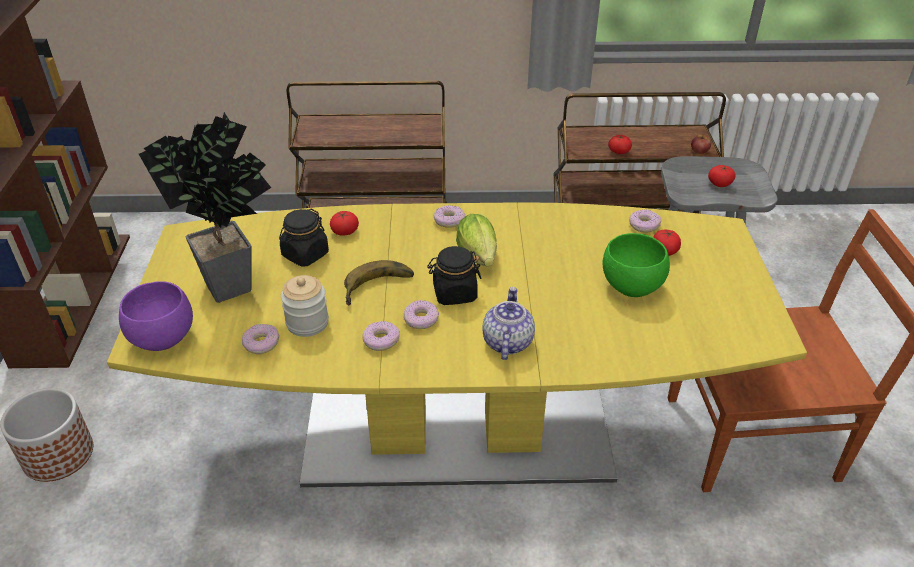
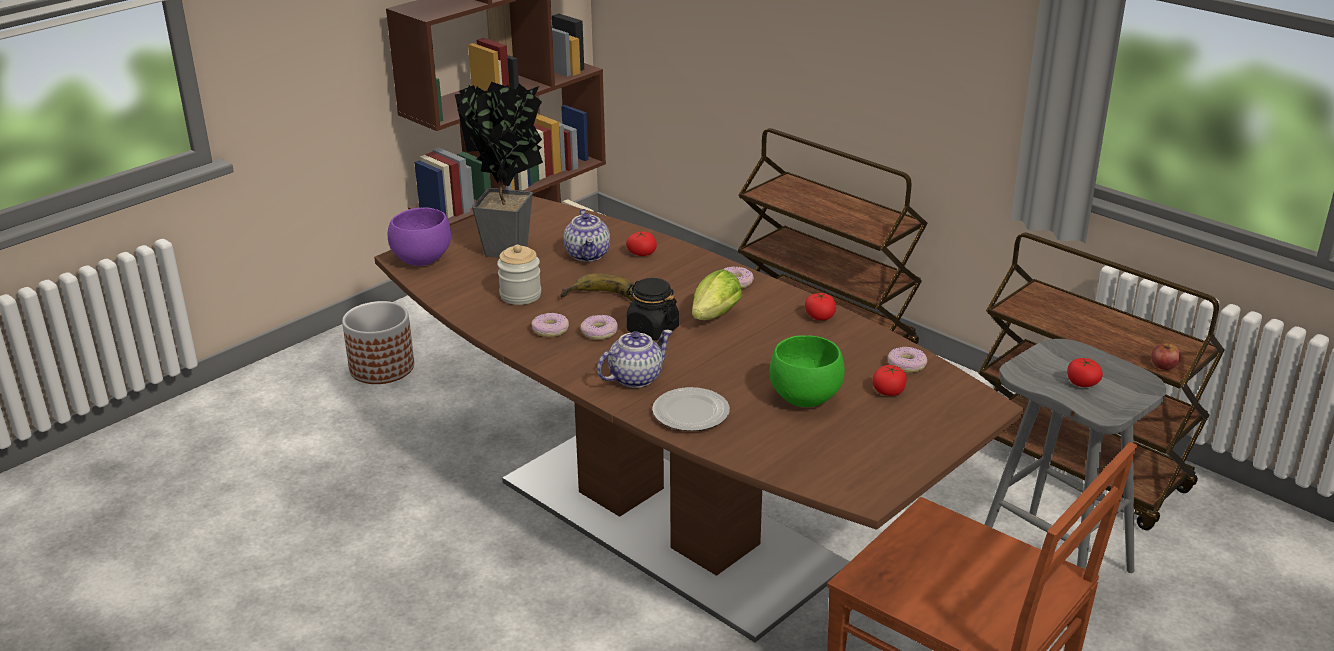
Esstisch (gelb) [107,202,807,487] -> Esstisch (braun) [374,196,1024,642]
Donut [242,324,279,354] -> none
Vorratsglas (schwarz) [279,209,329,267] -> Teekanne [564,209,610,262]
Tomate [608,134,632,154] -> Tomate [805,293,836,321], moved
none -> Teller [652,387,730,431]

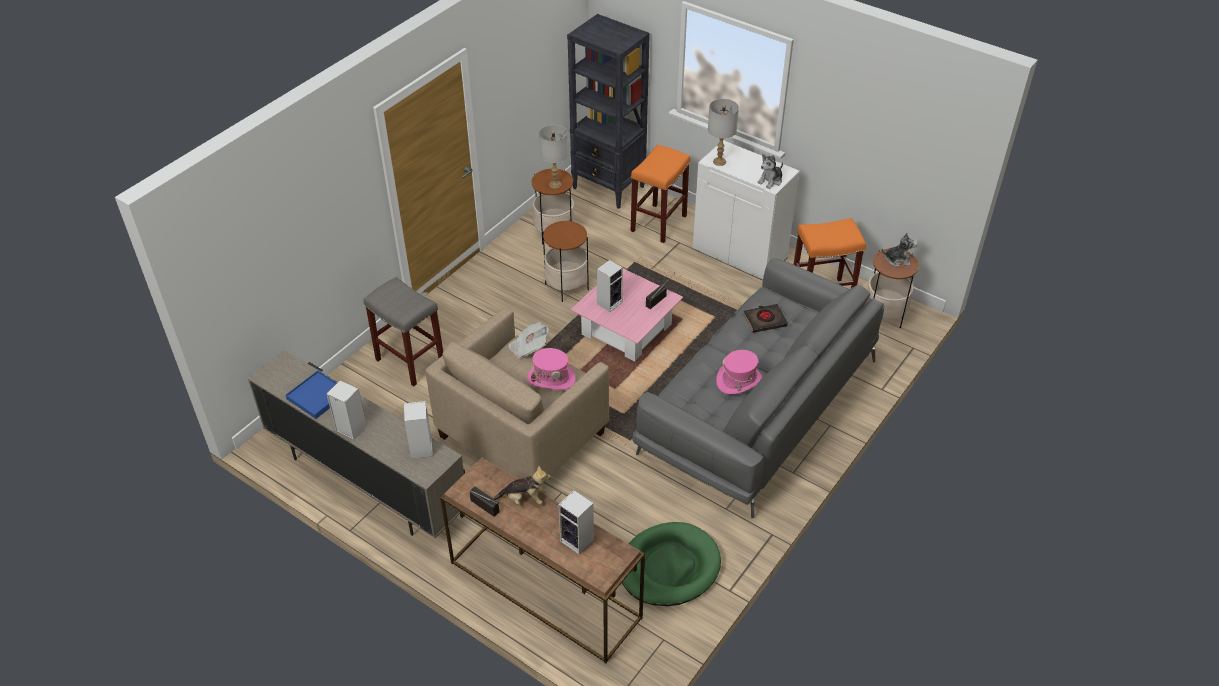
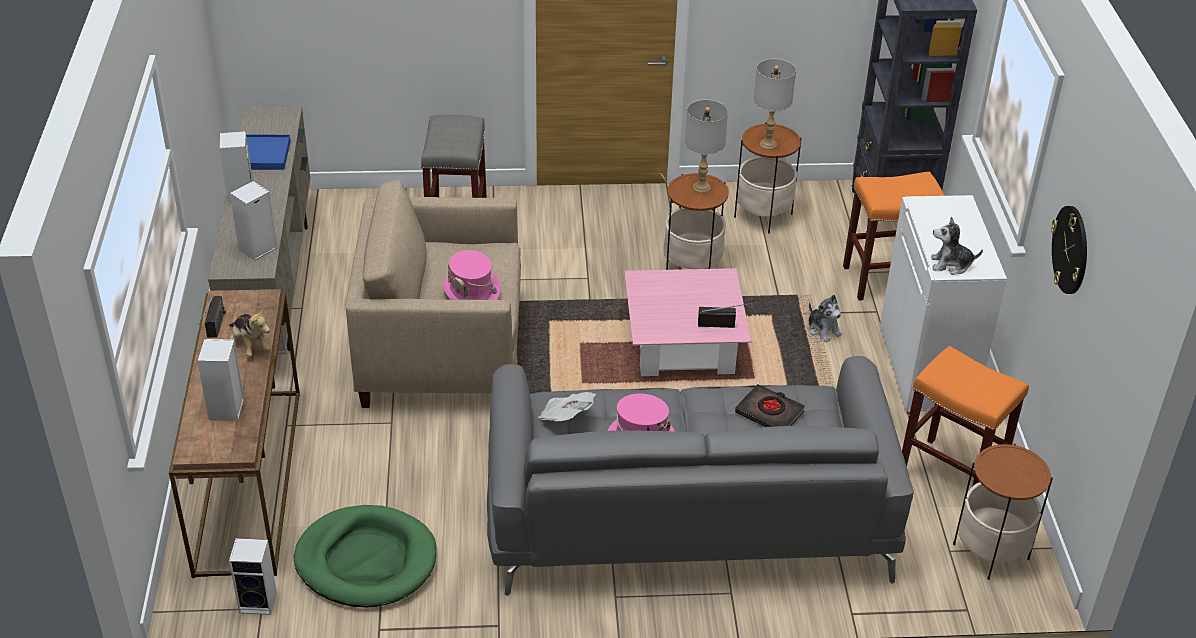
Zeitung [508,322,549,359] -> Zeitung [538,392,596,421], moved
Lautsprecher [597,260,623,312] -> Lautsprecher [229,538,277,615], moved
Tischlampe (grau) [708,99,739,166] -> Tischlampe (grau) [685,99,728,193], moved
Plüschtier [881,233,918,267] -> Plüschtier [808,295,842,342], moved
none -> Wanduhr [1051,206,1087,294]

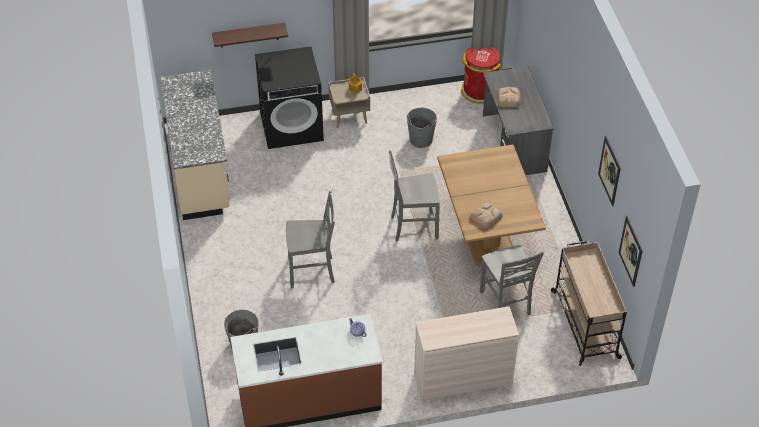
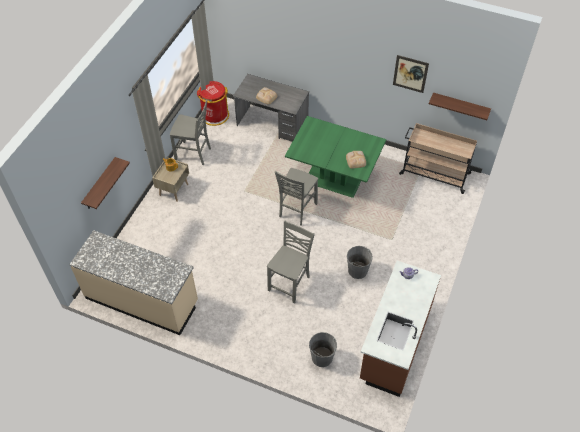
Waschmaschine (schwarz) [255,46,324,149] -> none
Eimer (grau) [407,108,437,148] -> Eimer (grau) [347,246,373,279], moved
Kommode (beige) [414,306,519,402] -> none
Esstisch (braun) [437,145,546,266] -> Esstisch (grün) [285,116,386,198]
Stuhl (grau) [480,245,544,315] -> Stuhl (grau) [170,100,211,165], moved
Bild [619,216,643,287] -> Wandregal [429,93,491,120]

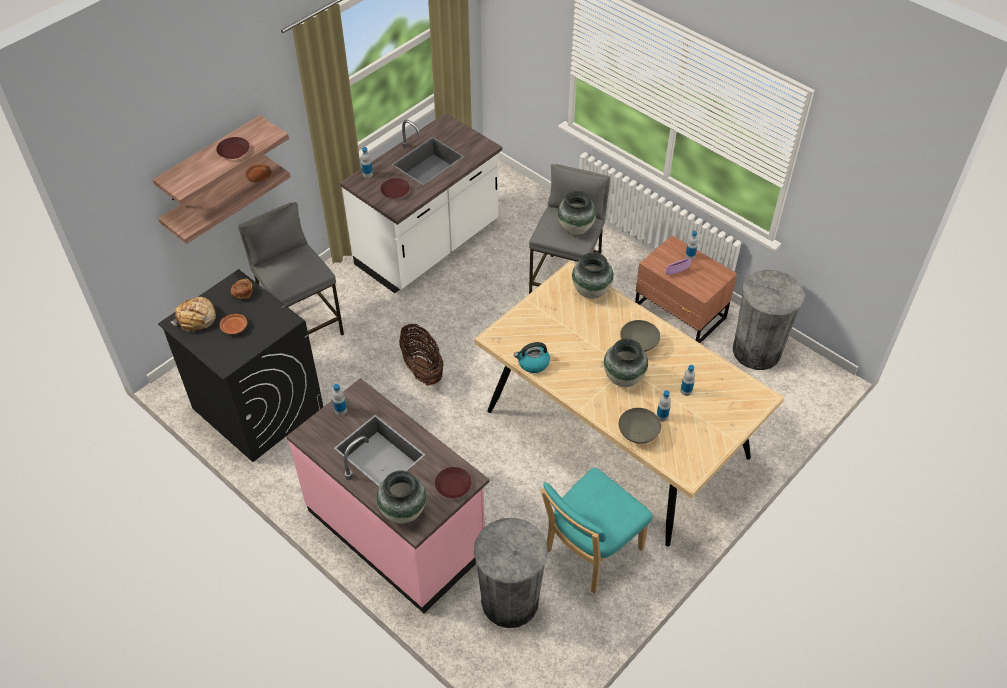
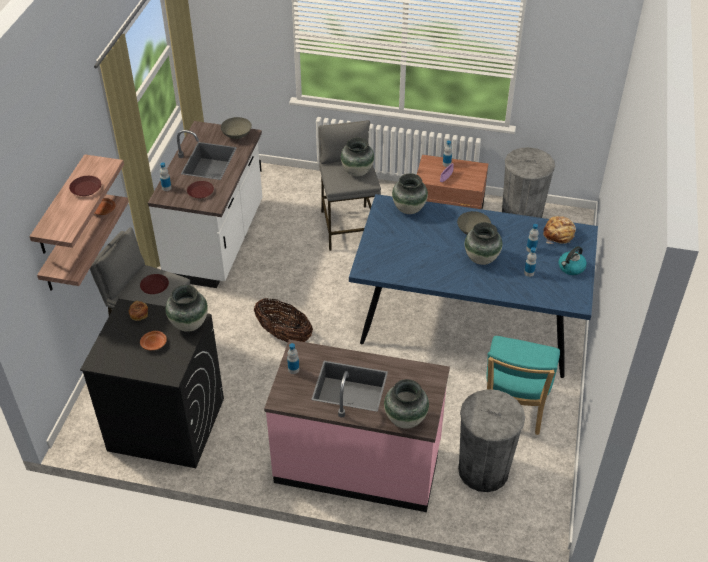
Brot [171,297,216,333] -> Brot [543,216,576,244], moved
Teller (braun) [435,467,471,498] -> Teller (braun) [140,274,169,294], moved
Esstisch (beige) [474,261,784,547] -> Esstisch (blau) [349,194,598,378]
Wasserkessel [514,342,550,373] -> Wasserkessel [559,246,587,275], moved
Schüssel (grau) [618,408,661,444] -> Schüssel (grau) [221,117,252,139], moved
none -> Vase [166,285,208,332]

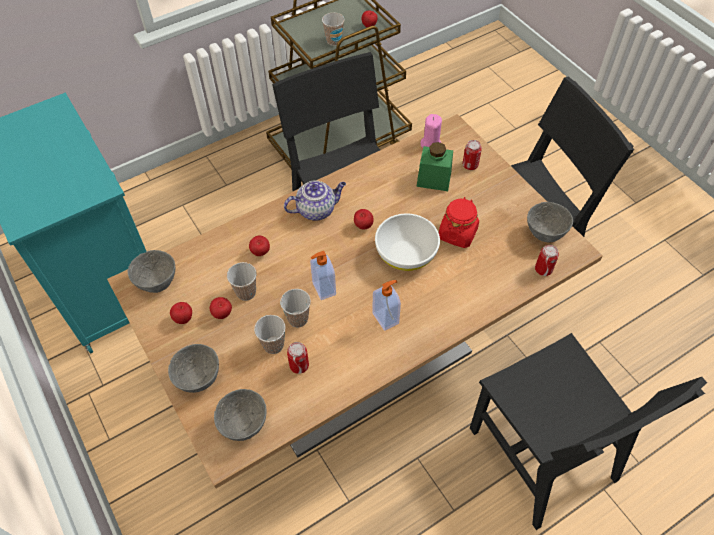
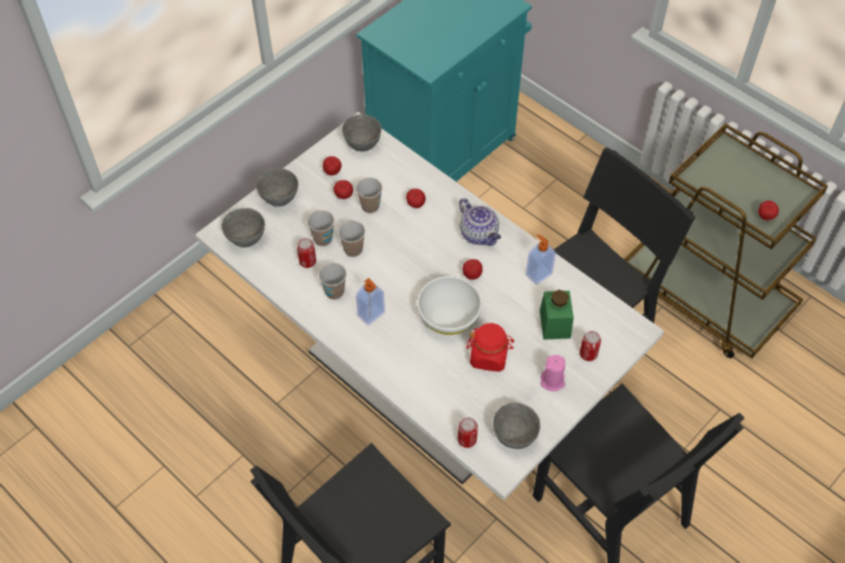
Esstisch (braun) [107,114,603,489] -> Esstisch (weiß) [195,112,664,500]
Seifenspender [310,251,336,300] -> Seifenspender [526,235,556,285], moved
Tasse [322,12,345,46] -> Tasse [319,263,347,300], moved
Kerze (rosa) [420,114,442,148] -> Kerze (rosa) [541,355,565,391], moved

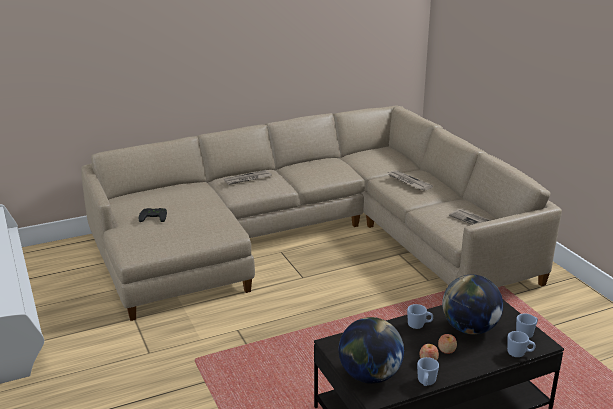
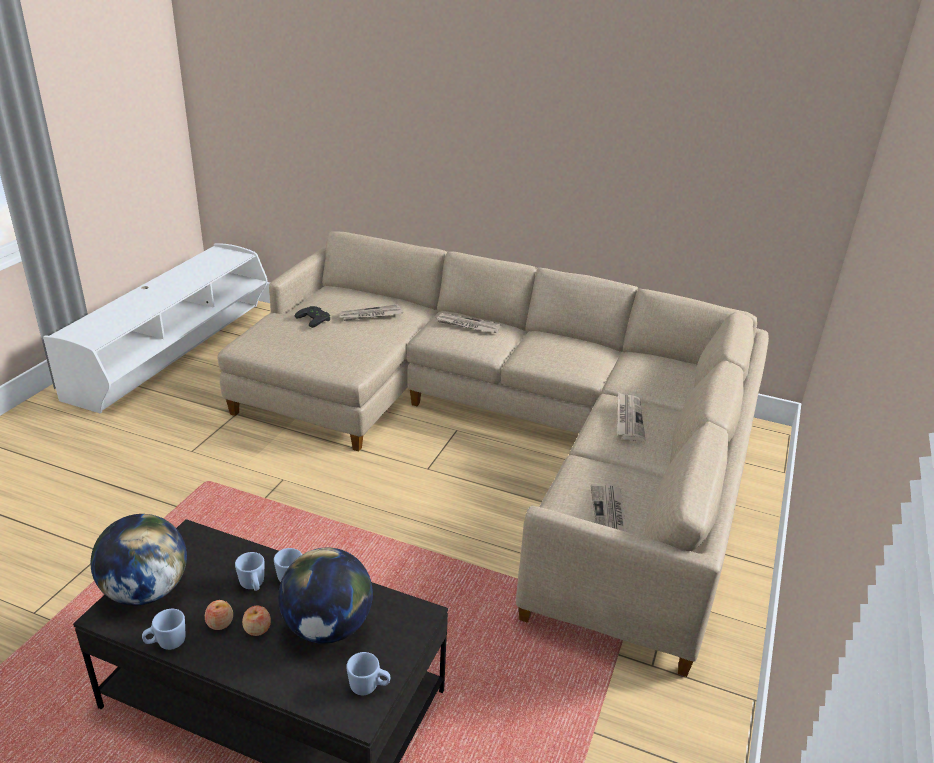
Henkelbecher (blau) [507,331,535,357] -> Henkelbecher (blau) [235,552,265,591], moved
none -> Zeitung [340,304,403,321]

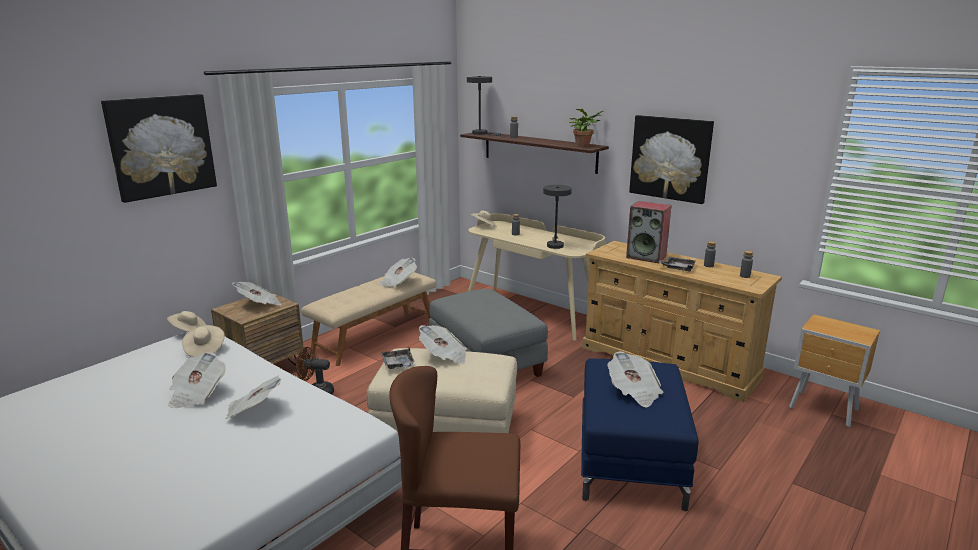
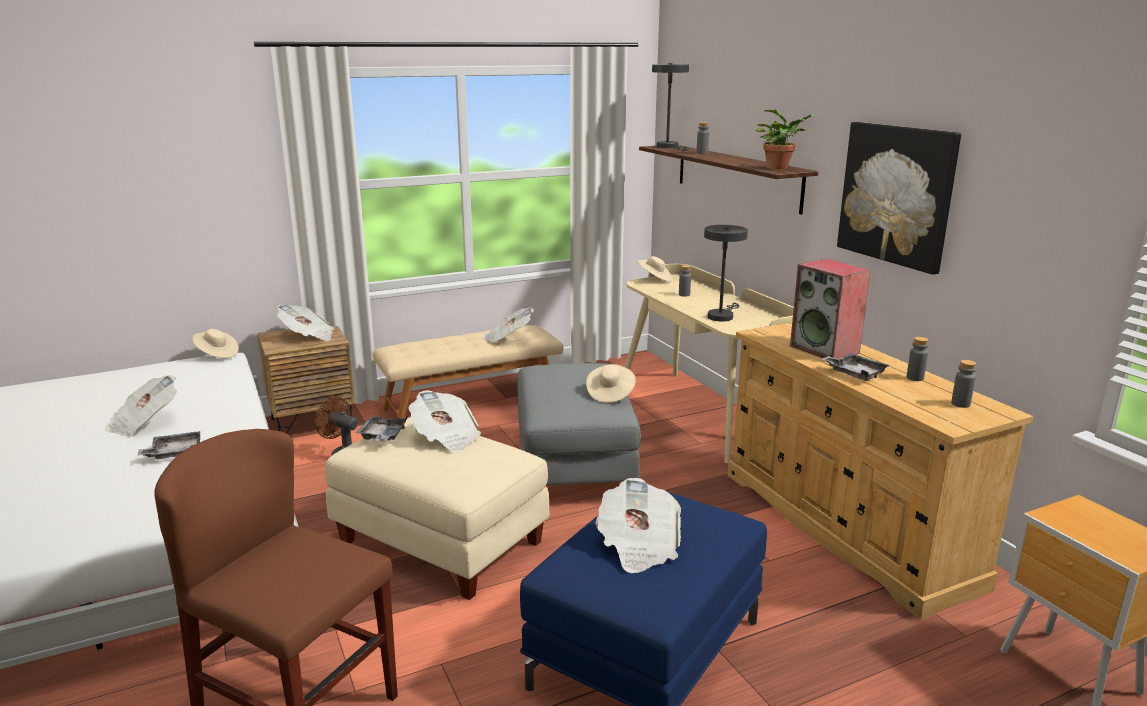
Bild [101,94,217,203] -> none
Hut (beige) [182,325,225,357] -> Hut (beige) [586,364,636,403], moved
Zeitung [226,375,281,419] -> Tablett (grau) [137,431,200,459]

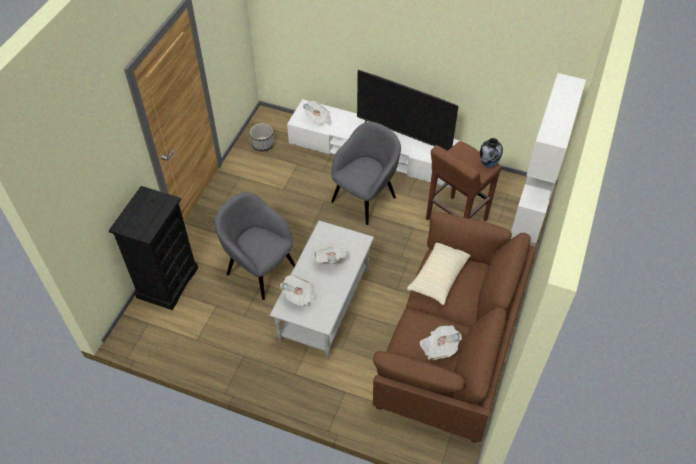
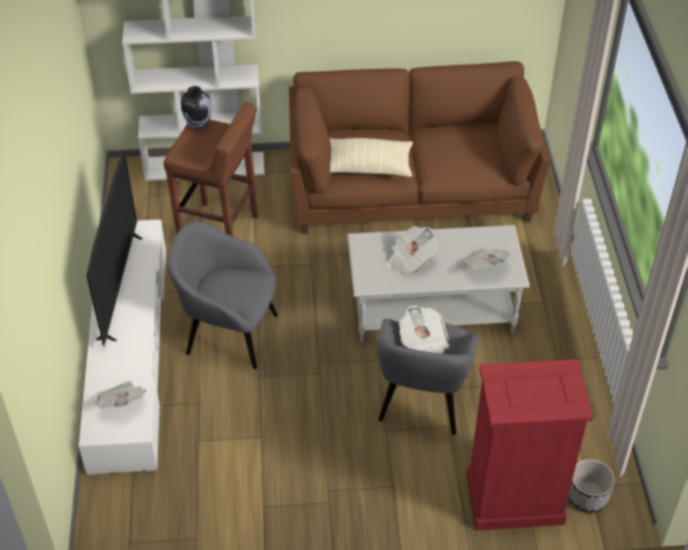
Kommode (schwarz) [109,186,198,310] -> Kommode (rot) [466,359,593,531]
Pflanzkübel [250,123,274,152] -> Pflanzkübel [568,459,615,513], moved
Zeitung [420,325,462,360] -> Zeitung [399,305,450,354], moved

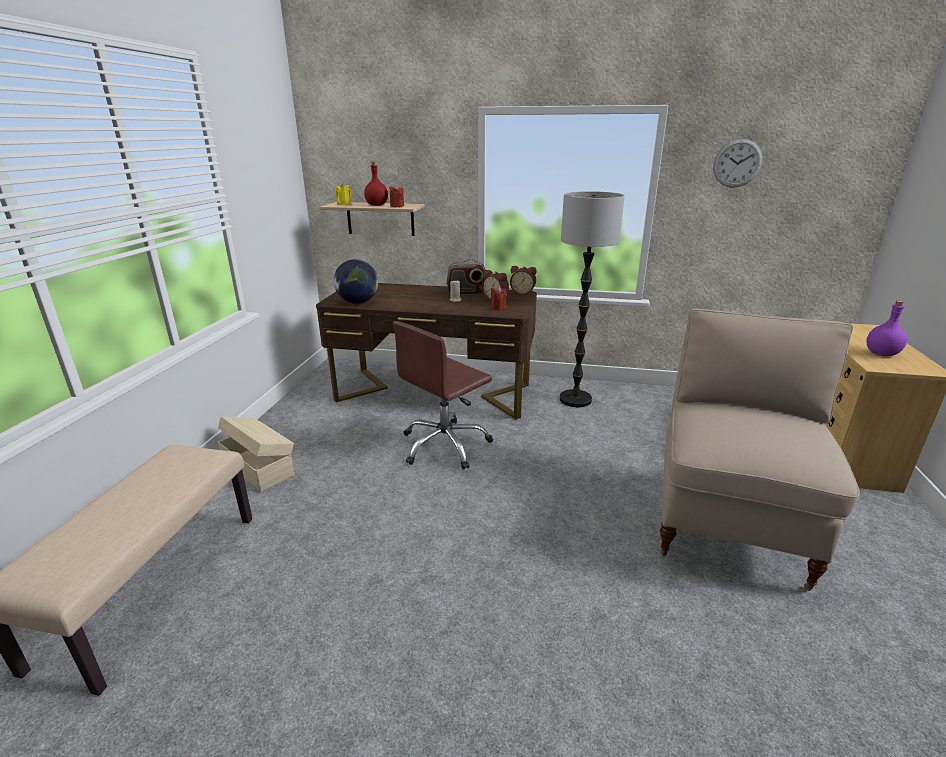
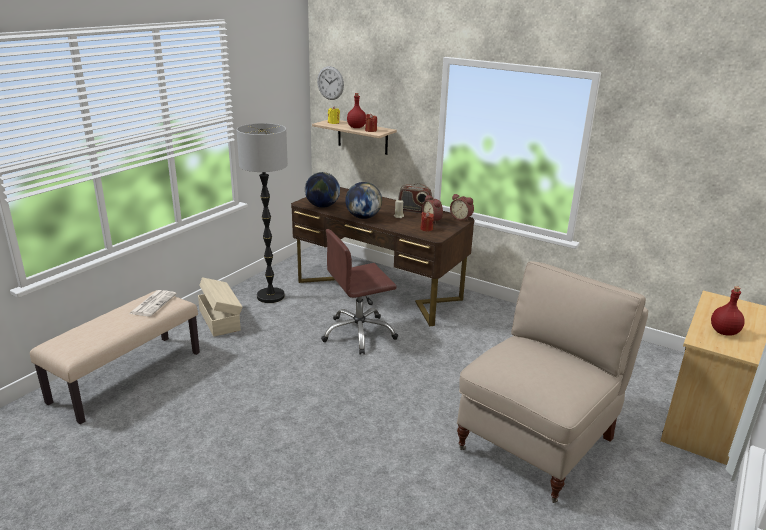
Stehlampe [560,191,625,407] -> Stehlampe [236,123,288,303], moved
Wanduhr [713,139,763,188] -> Wanduhr [317,66,344,100], moved
Flasche (lila) [866,301,907,356] -> Flasche (rot) [711,286,745,336]
none -> Zeitung [129,290,177,316]
none -> Globus [345,182,382,219]

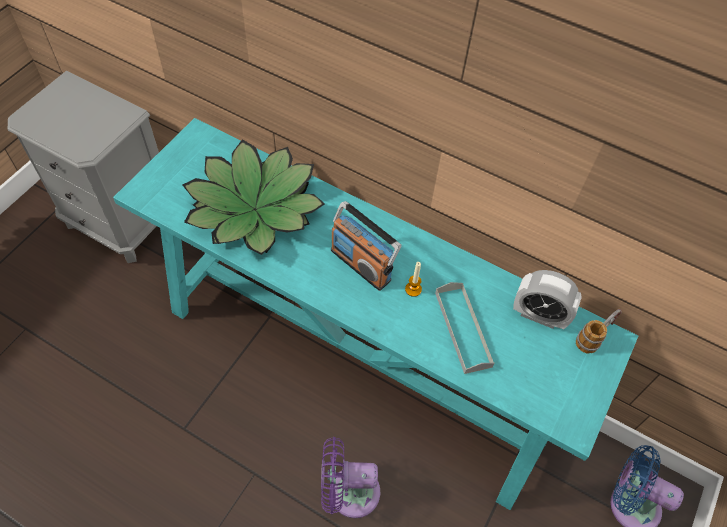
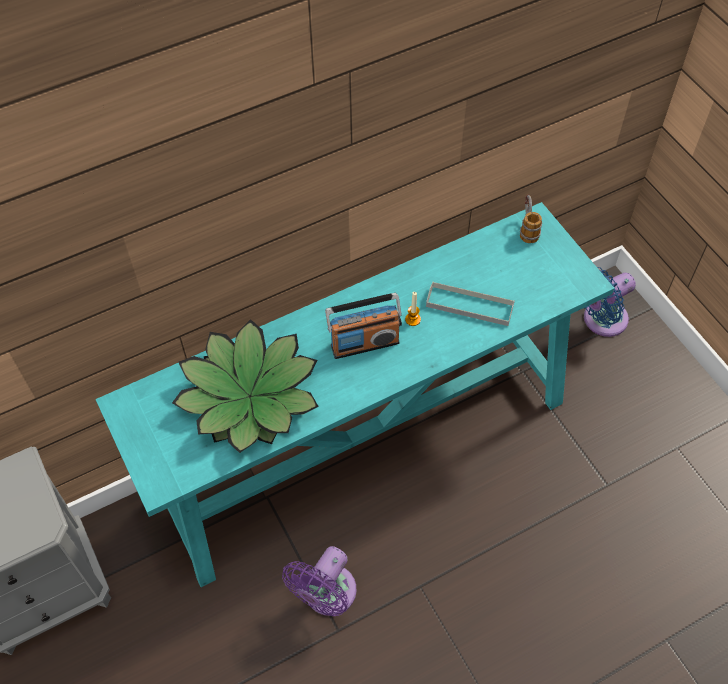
Ventilator (lila) [321,437,380,518] -> Ventilator (lila) [282,546,357,616], moved
Wecker [513,270,582,329] -> none

